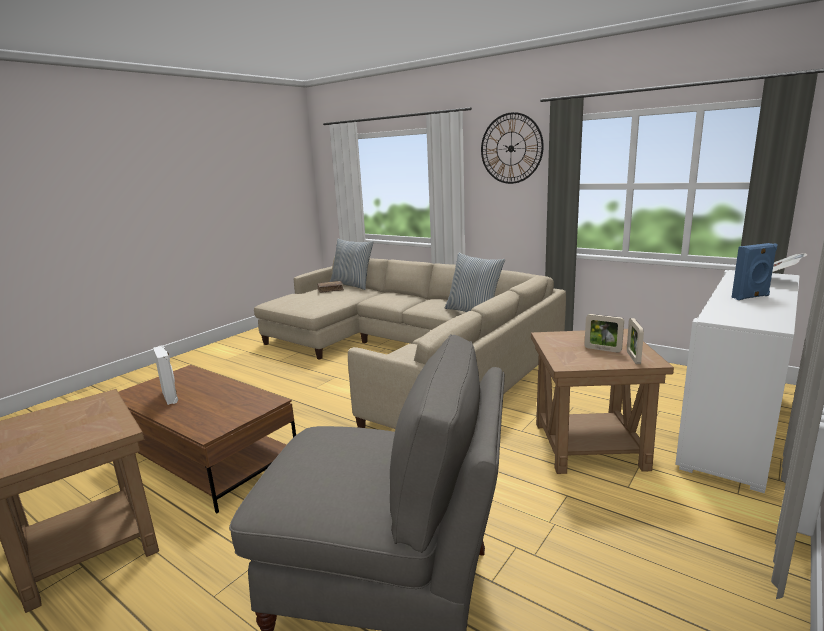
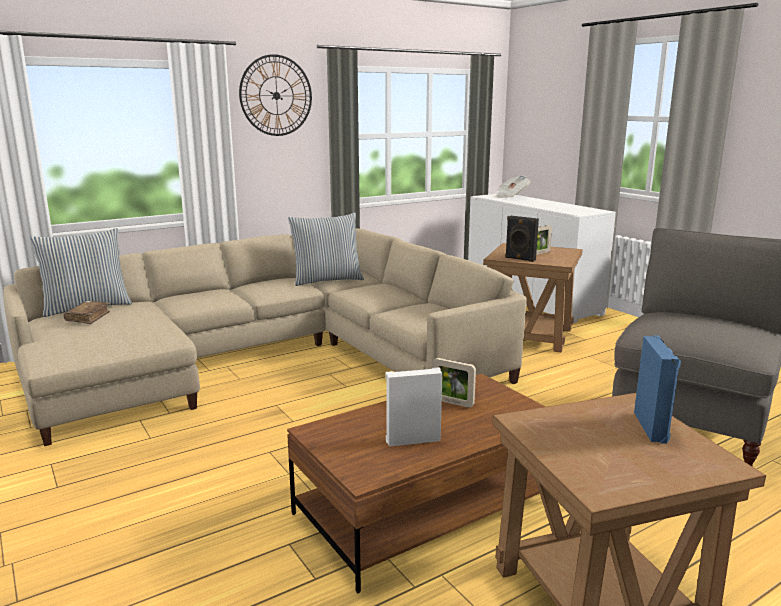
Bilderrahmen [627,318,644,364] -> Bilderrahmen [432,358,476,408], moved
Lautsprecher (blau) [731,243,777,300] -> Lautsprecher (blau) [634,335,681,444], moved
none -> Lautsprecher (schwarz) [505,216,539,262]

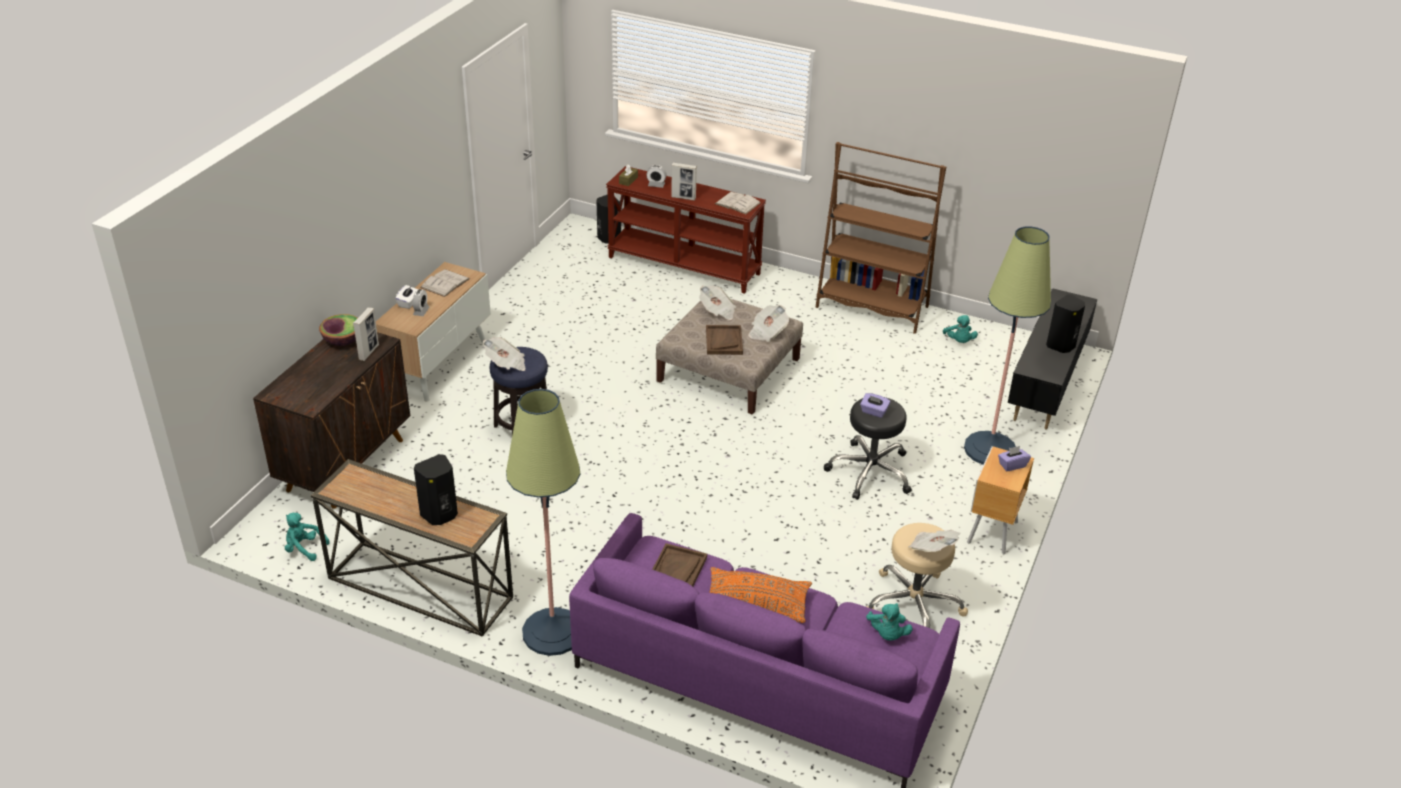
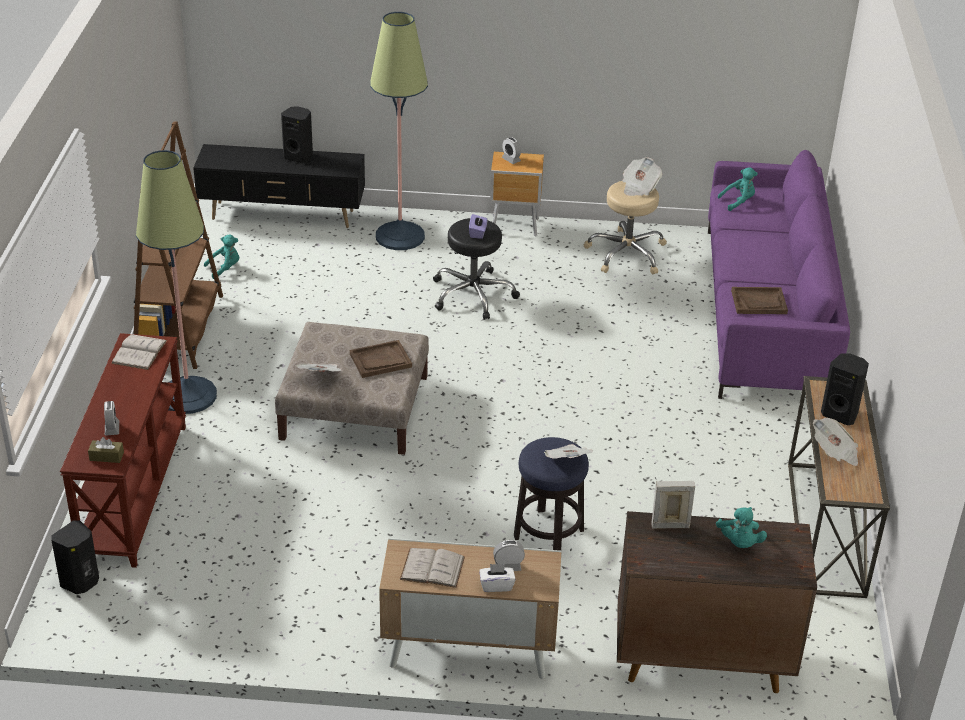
Plüschtier (türkis) [285,513,329,561] -> Plüschtier (türkis) [716,507,767,548], moved
Schüssel [319,314,357,346] -> none
Stehlampe [506,389,580,656] -> Stehlampe [136,150,217,414], moved
Bilderrahmen [671,163,697,201] -> none
Kissen (orange) [709,567,812,623] -> none
Zeitung [748,305,789,342] -> Zeitung [813,418,858,466], moved
Taschentuchbox (lila) [998,446,1031,471] -> Wecker [502,137,521,164]

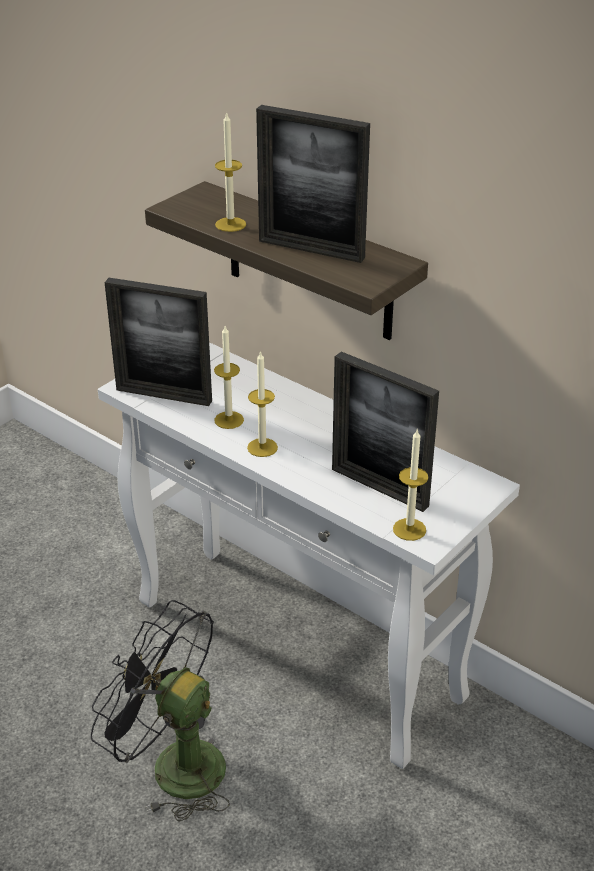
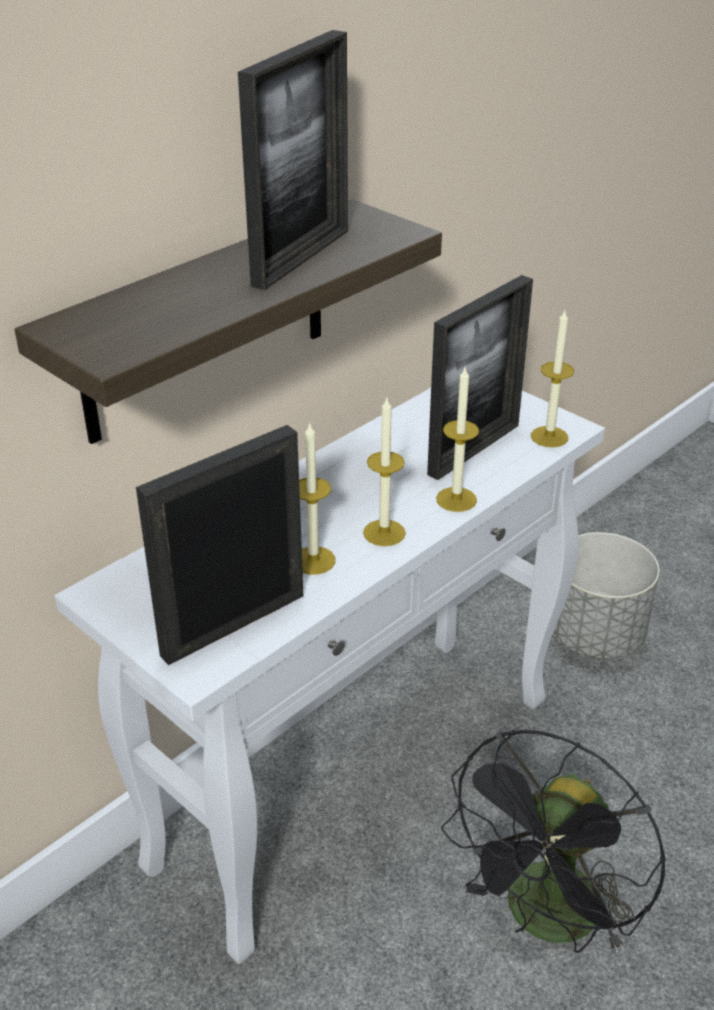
Bilderrahmen [104,278,212,406] -> Bilderrahmen [136,425,303,665], 150 degrees counterclockwise
Kerze [215,112,246,232] -> Kerze [436,368,479,512], moved
none -> Pflanzkübel (grau) [553,532,660,658]

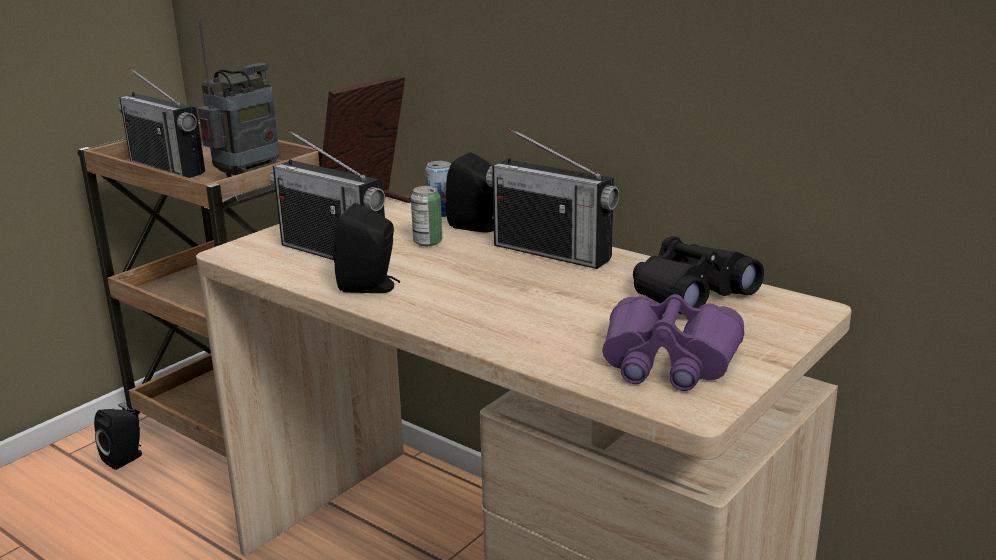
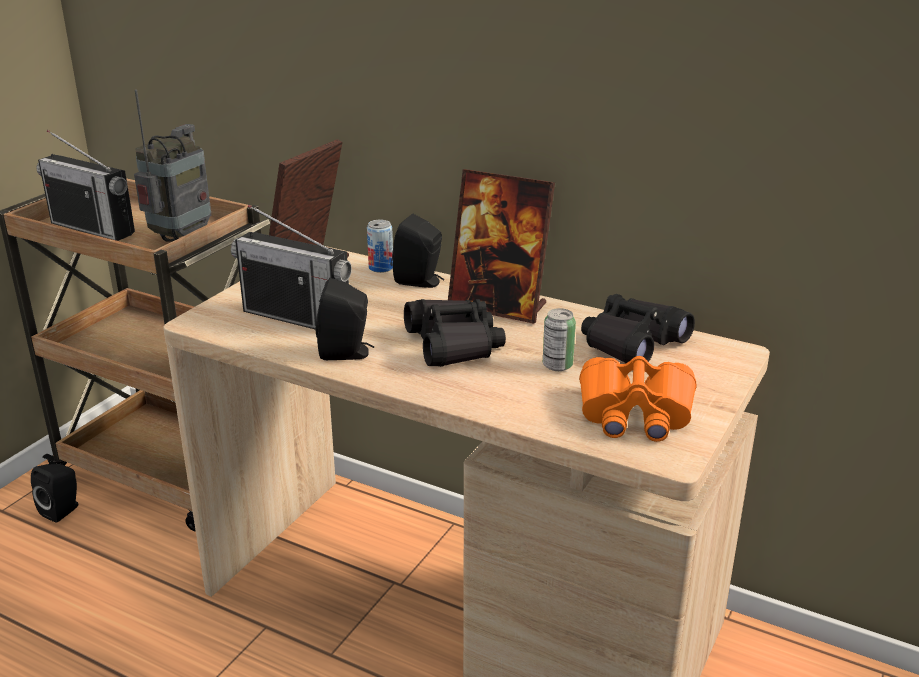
Dose [411,186,442,246] -> Dose [543,308,576,371], moved
Radio [486,128,619,269] -> Bilderrahmen [448,169,555,324]
Fernglas (lila) [602,294,744,391] -> Fernglas (orange) [579,356,697,442]
none -> Fernglas (schwarz) [404,299,506,367]

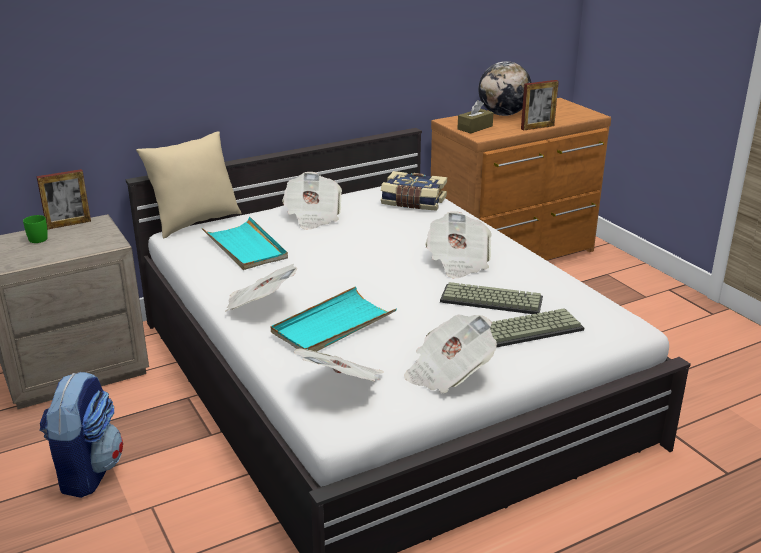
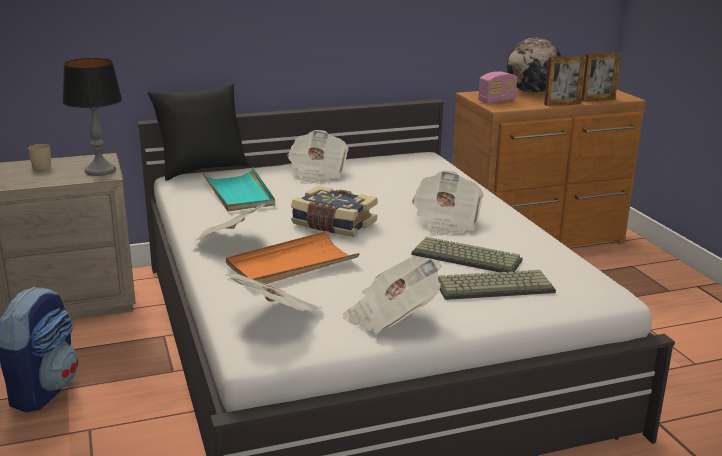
Henkelbecher (grün) [23,215,48,243] -> Henkelbecher (beige) [28,144,51,170]
Bilderrahmen [36,169,91,229] -> Bilderrahmen [581,52,621,102], moved
Kissen (beige) [136,131,242,238] -> Kissen (schwarz) [148,84,249,181]
Tablett (türkis) [271,286,397,352] -> Tablett (orange) [226,231,360,284]
Buch [381,171,447,211] -> Buch [291,186,378,237], moved
Taschentuchbox (braun) [458,100,493,133] -> Radio [478,71,517,103]
none -> Tischlampe [62,58,122,176]

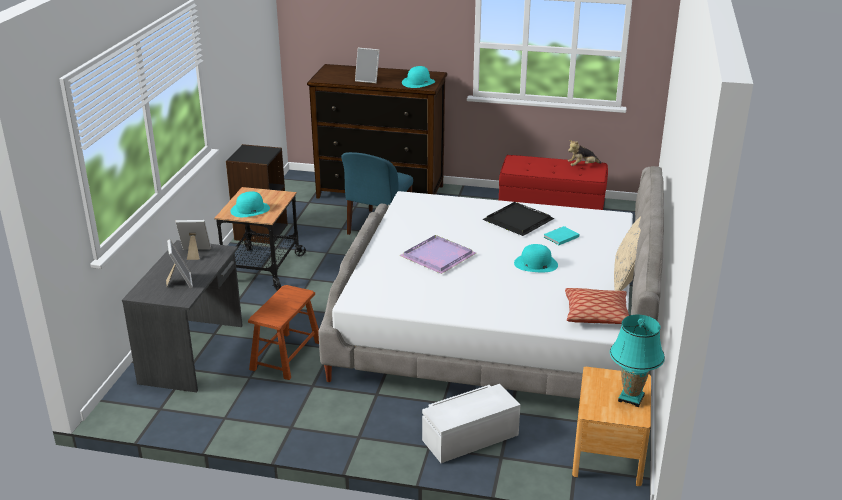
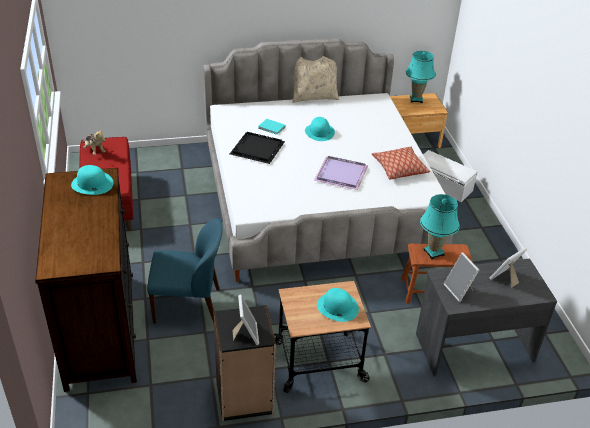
Bilderrahmen [355,48,380,83] -> Bilderrahmen [233,294,259,345], moved
Kissen [565,288,629,324] -> Kissen [372,147,430,179], moved
none -> Tischlampe (türkis) [420,194,460,259]

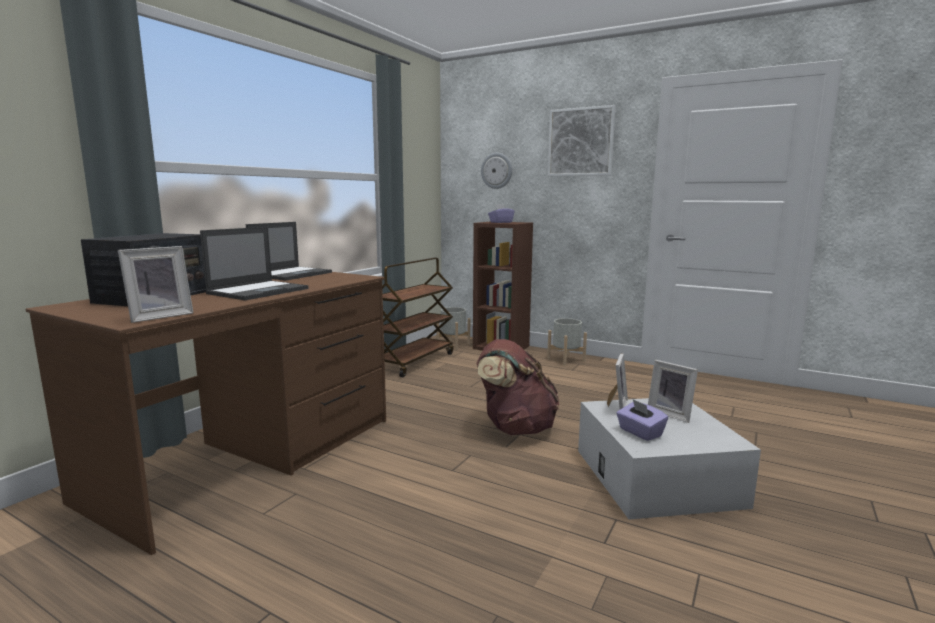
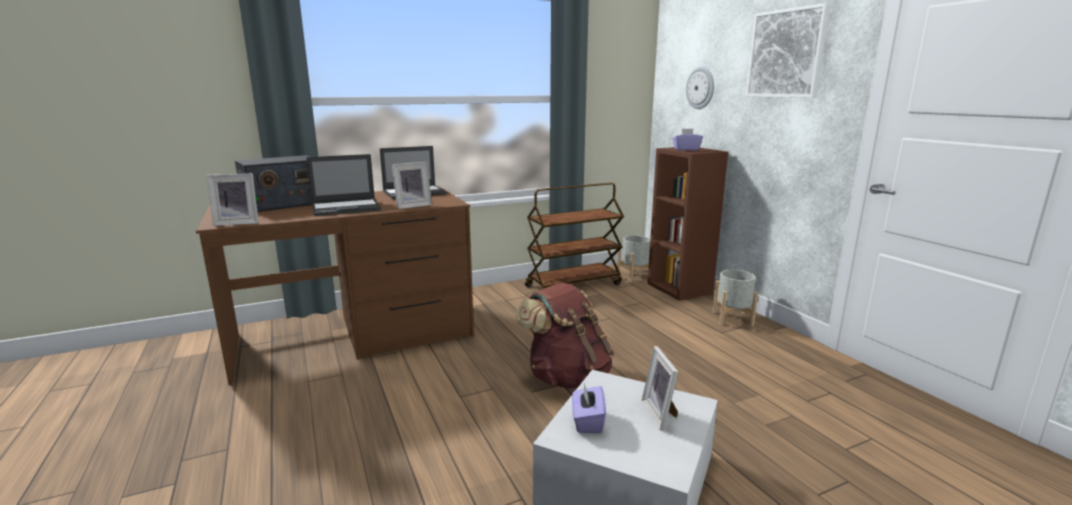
Bilderrahmen [607,353,628,409] -> Bilderrahmen [392,162,432,209], moved

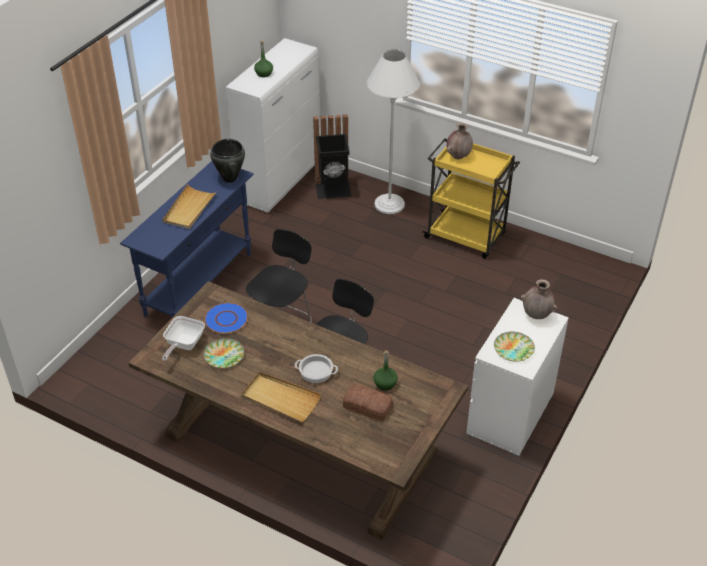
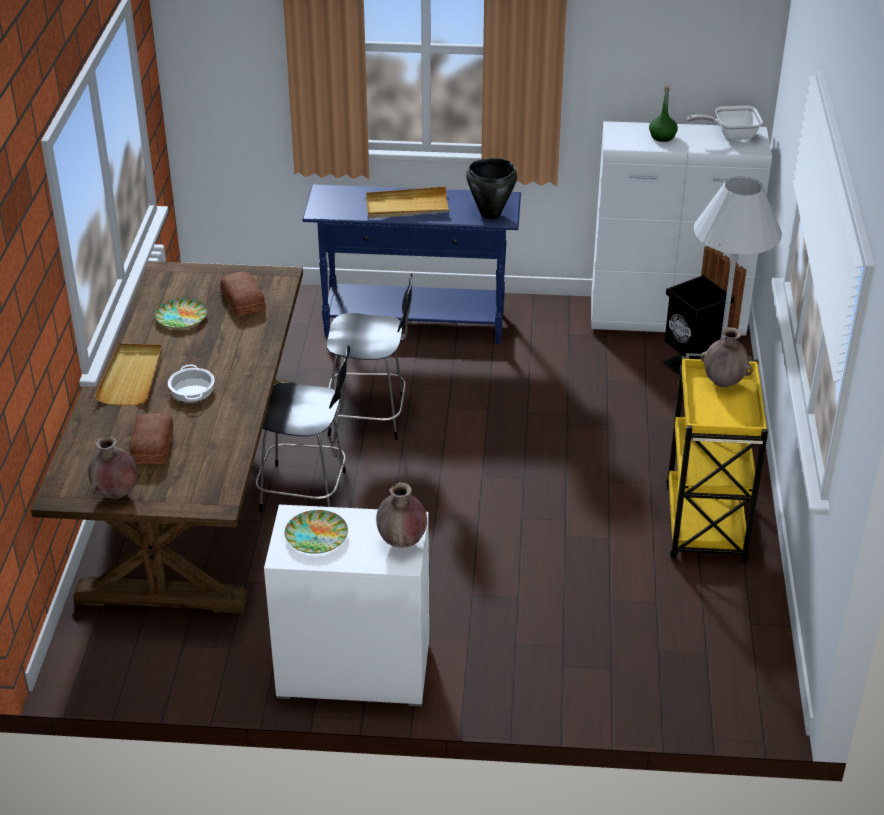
Pfanne [162,316,205,361] -> Pfanne [687,106,763,140], moved
Teller (blau) [204,303,248,334] -> Brot [220,272,266,316]
Flasche (grün) [373,350,398,390] -> none
none -> Vase (braun) [88,436,137,499]

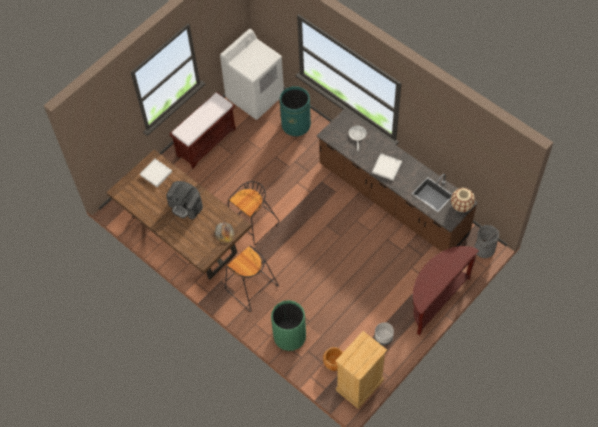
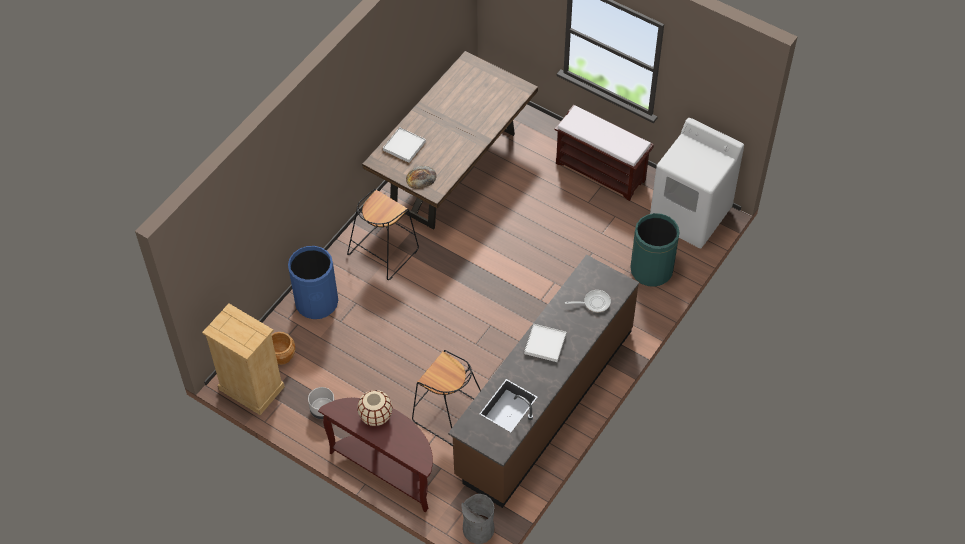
Tablett (weiß) [140,159,172,187] -> Tablett (weiß) [383,127,426,163], moved
Kaffeemaschine [166,181,203,219] -> none
Hocker (schwarz) [228,181,279,245] -> Hocker (schwarz) [412,350,481,446], moved
Mülleimer (grün) [271,300,306,351] -> Mülleimer (blau) [288,246,338,319]
Vase (beige) [451,188,475,212] -> Vase (beige) [357,390,393,426], moved

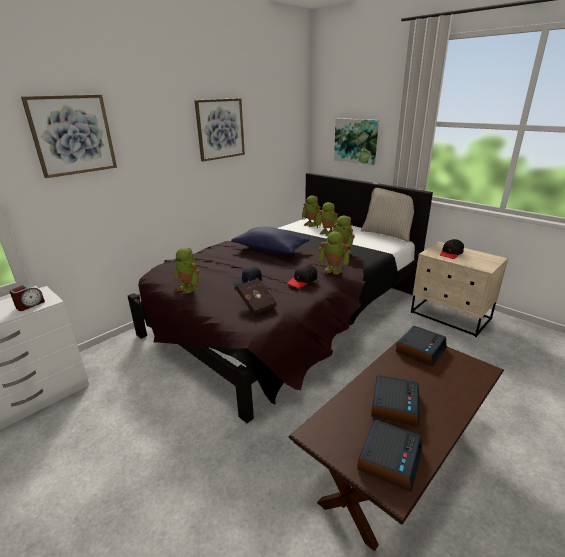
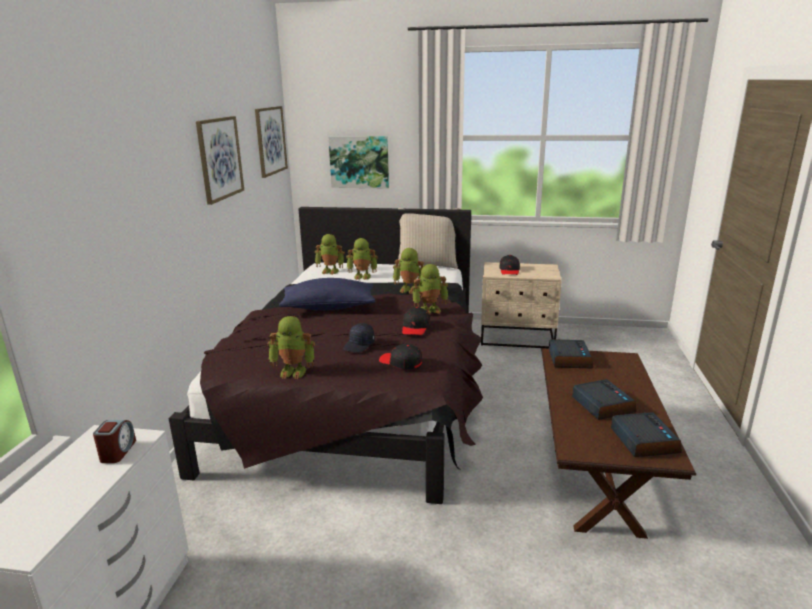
Bild [21,95,117,178] -> Bild [255,106,288,178], moved
Buch (rot) [237,278,277,315] -> Kappe (schwarz) [379,344,422,369]

